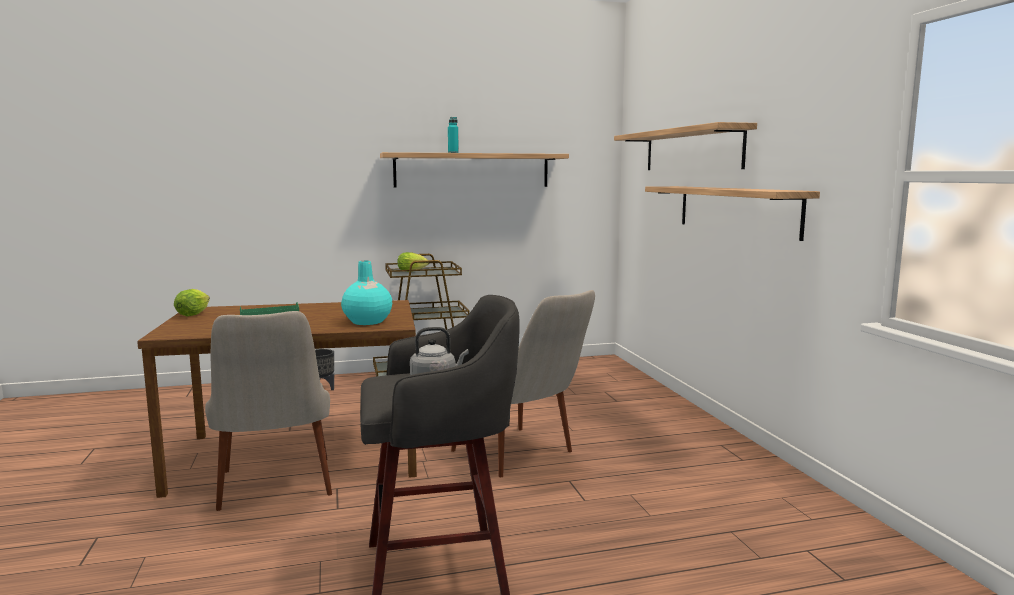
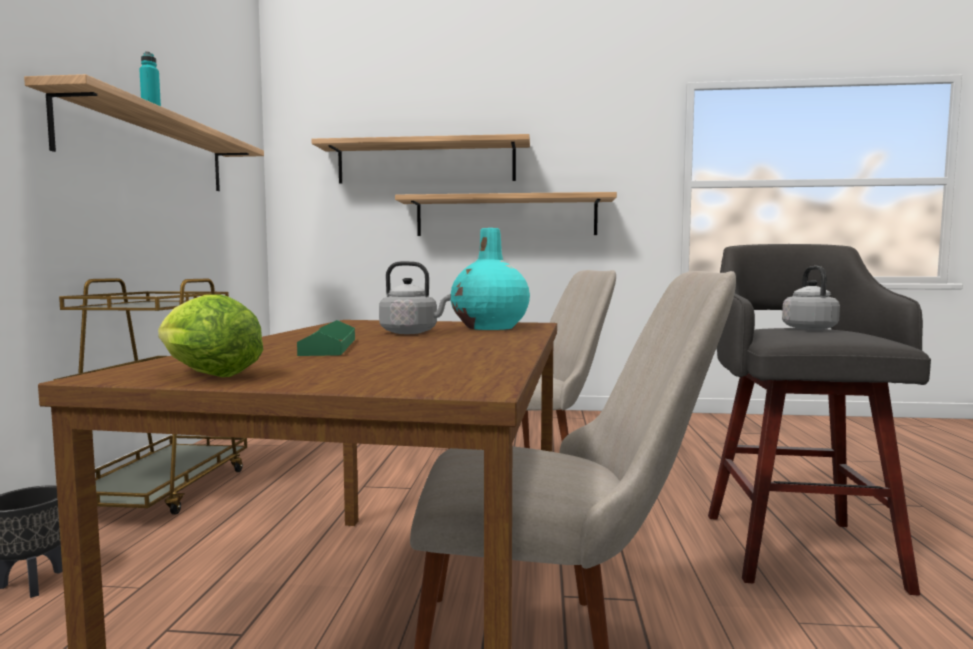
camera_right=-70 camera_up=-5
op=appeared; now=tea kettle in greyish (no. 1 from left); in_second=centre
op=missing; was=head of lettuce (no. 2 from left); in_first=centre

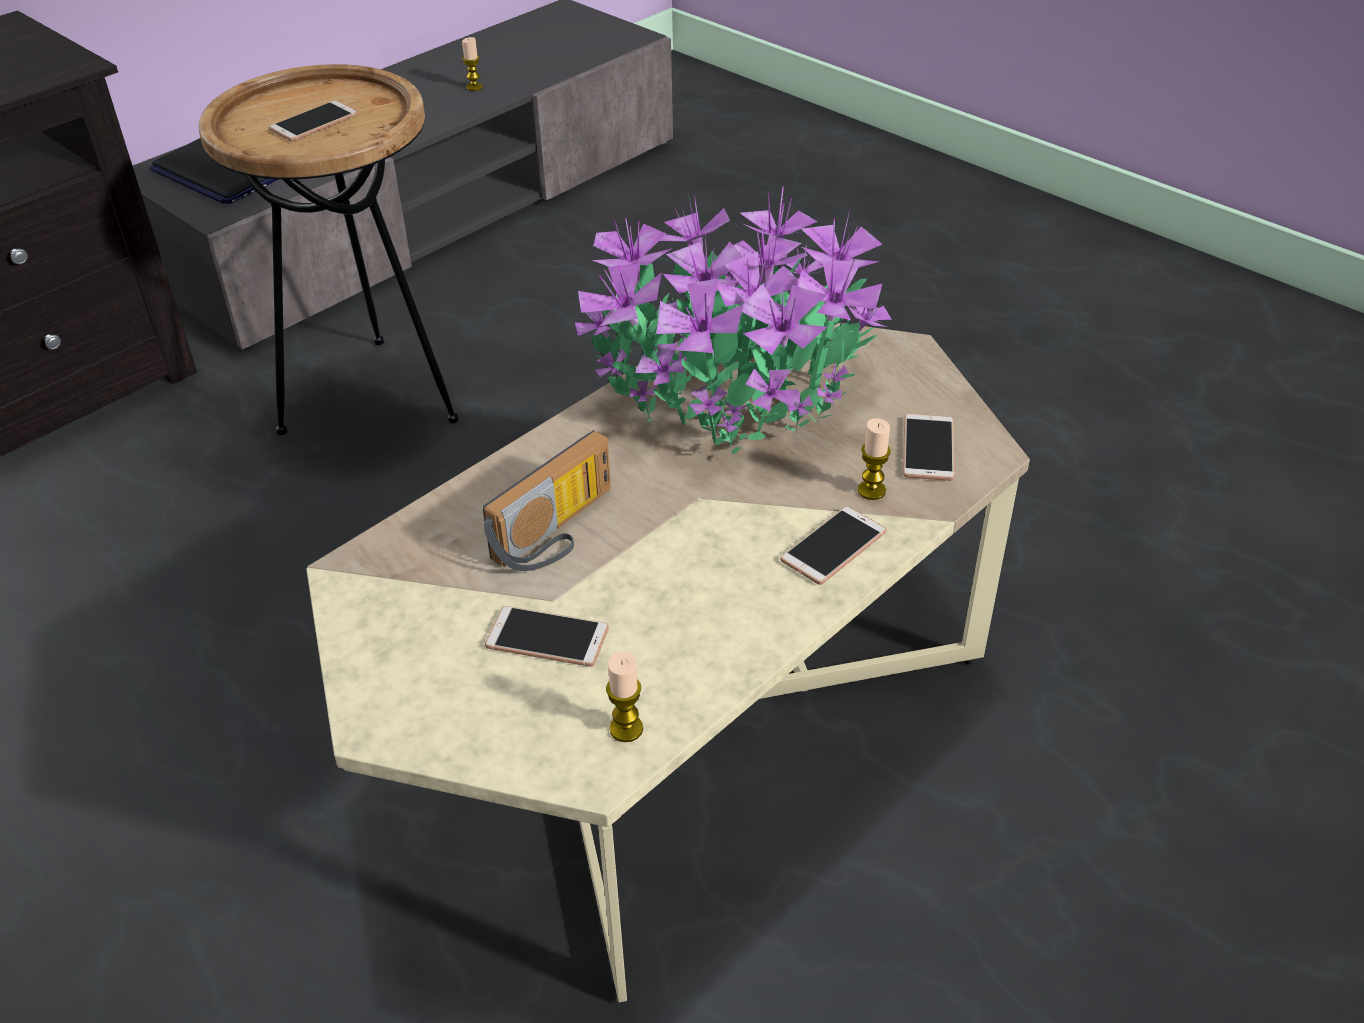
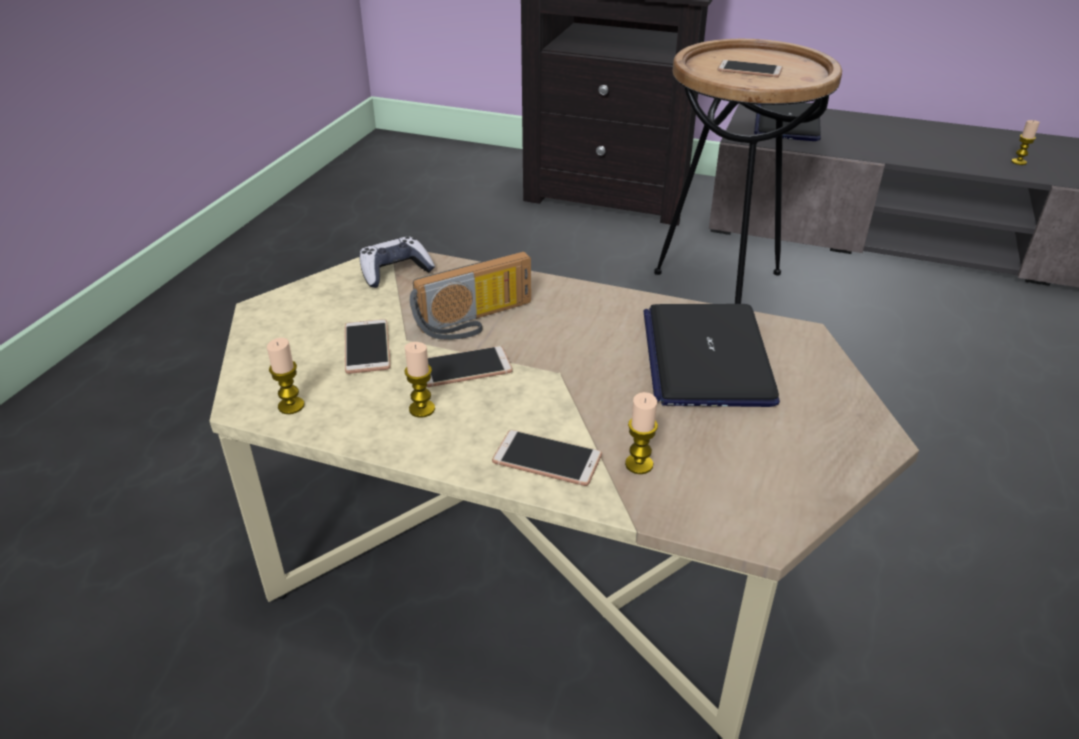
camera_right=65 camera_up=-5
op=appeared; now=joypad; in_second=centre
op=appeared; now=candle (no. 2 from left); in_second=centre
op=spun; was=radio set; in_first=centre; in_second=centre; clockwise=-45
op=relocated; was=phone (no. 4 from left in the first image); now=phone (no. 2 from left); in_first=middle right; in_second=centre
op=exchanged; was=plant in a pot; now=laptop (no. 1 from left); in_first=top centre; in_second=centre

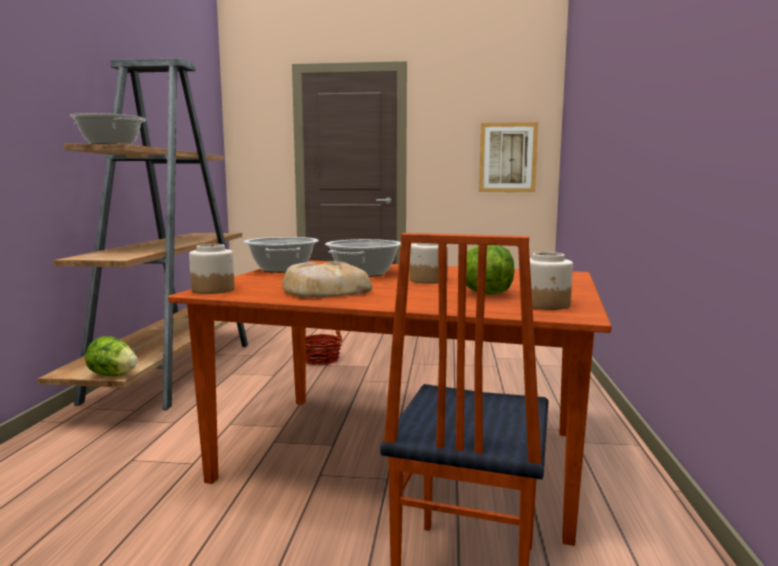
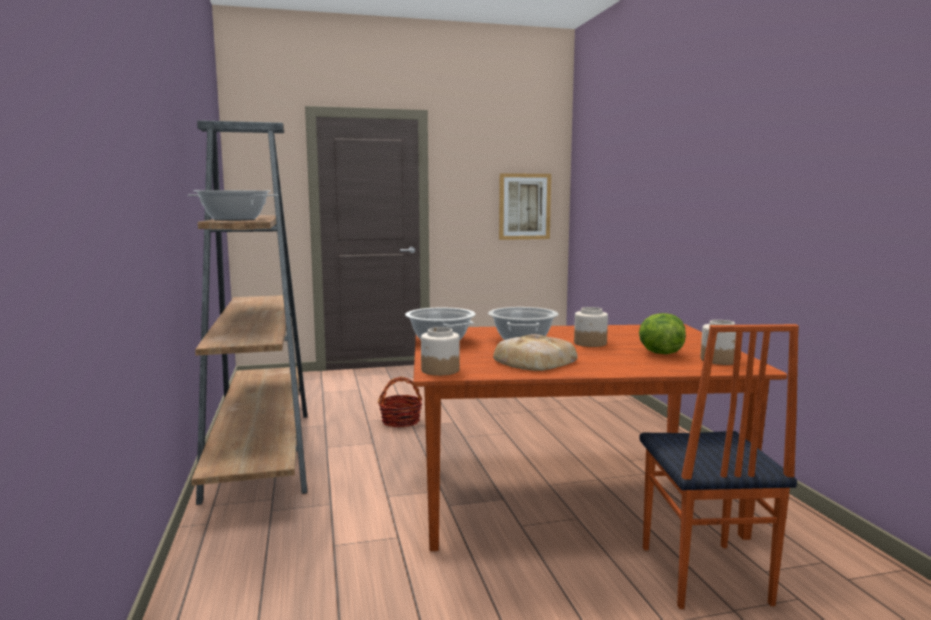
camera_right=-20 camera_up=0
op=missing; was=head of lettuce (no. 1 from left); in_first=middle left

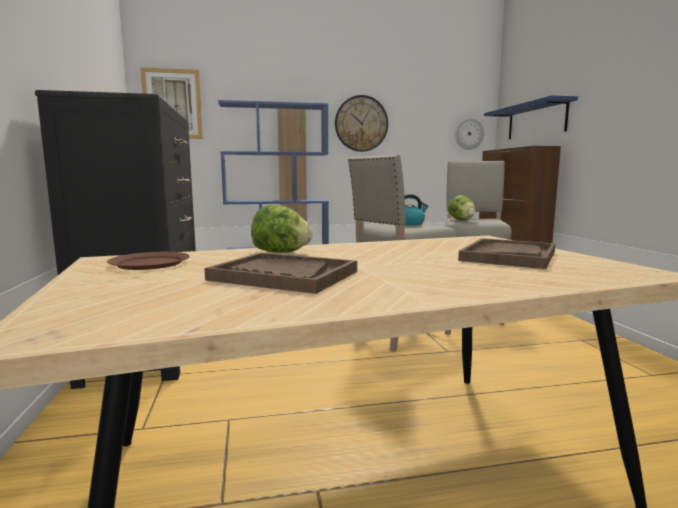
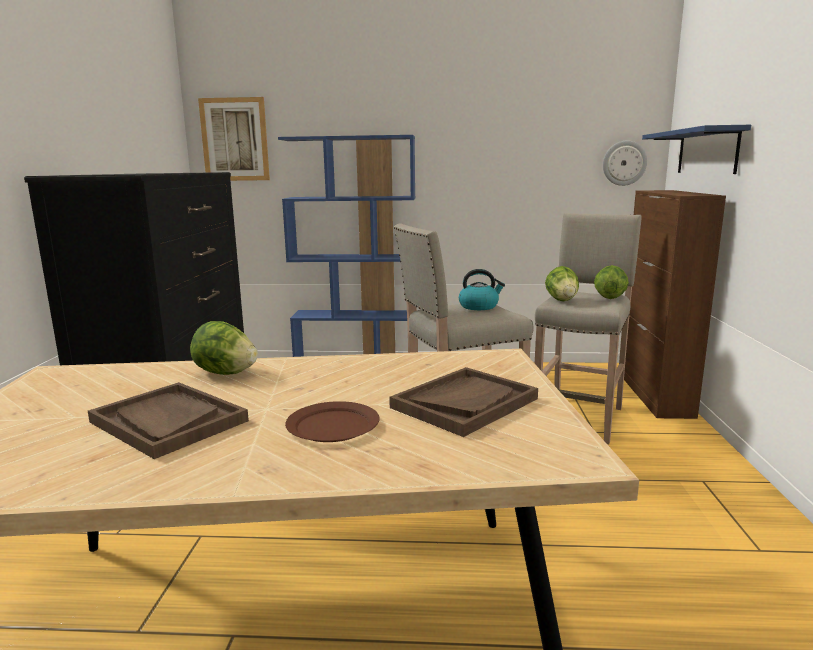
camera_right=15 camera_up=5
op=relocated; was=dinner plate in brown-coloured; in_first=middle left; in_second=centre
op=appeared; now=head of lettuce (no. 3 from left); in_second=middle right
op=missing; was=clock on the wall (no. 1 from left); in_first=top centre

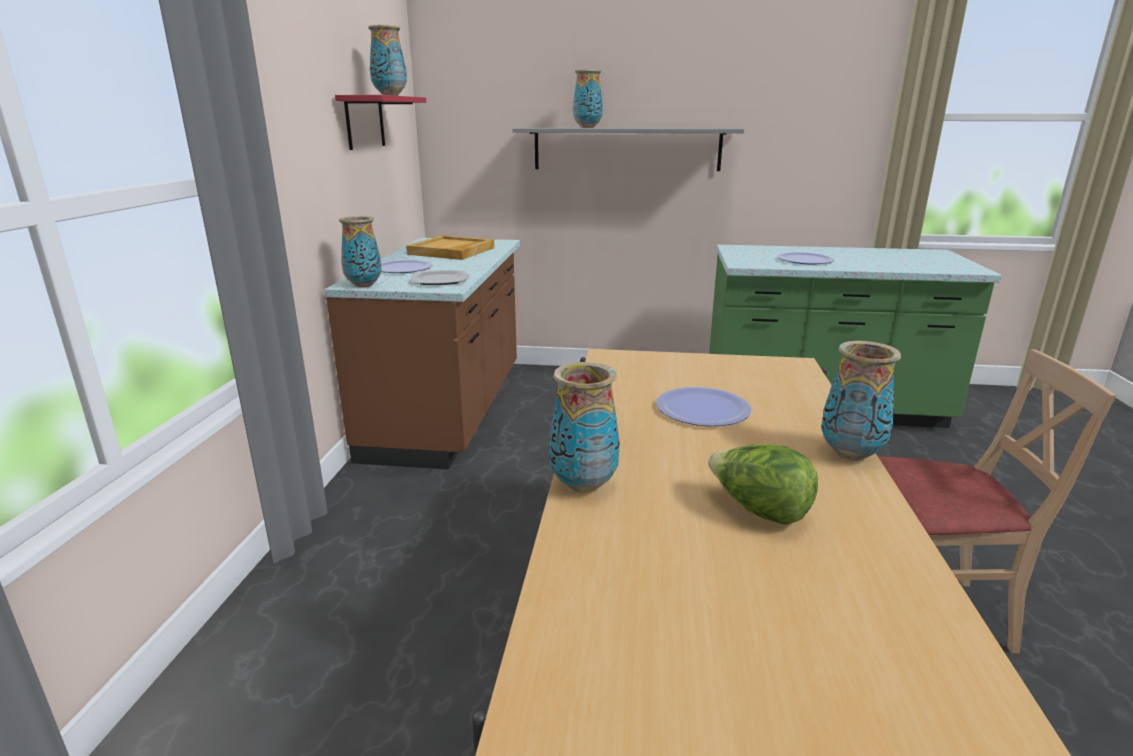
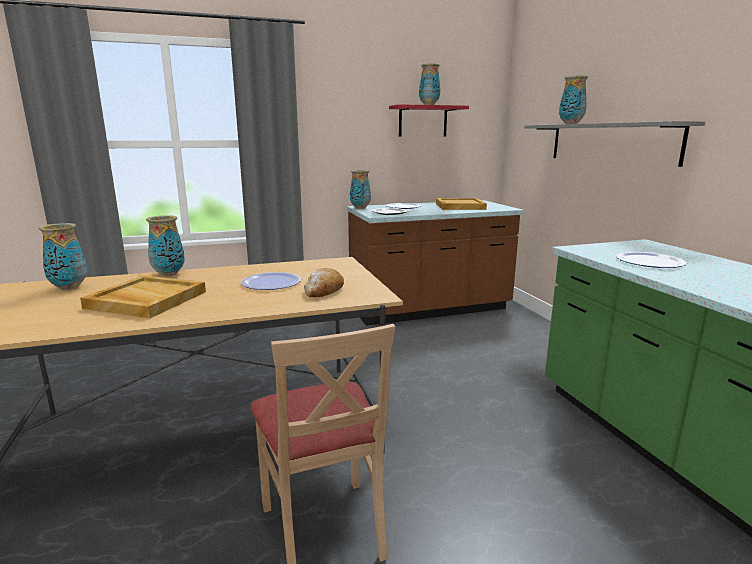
camera_right=65 camera_up=-5
op=relocated; was=decorative vase (no. 5 from left in the first image); now=decorative vase (no. 1 from left); in_first=middle right; in_second=middle left
op=exchanged; was=head of lettuce; now=carrying tray in beige-coloured (no. 1 from left); in_first=middle right; in_second=middle left
op=appeared; now=bread; in_second=centre

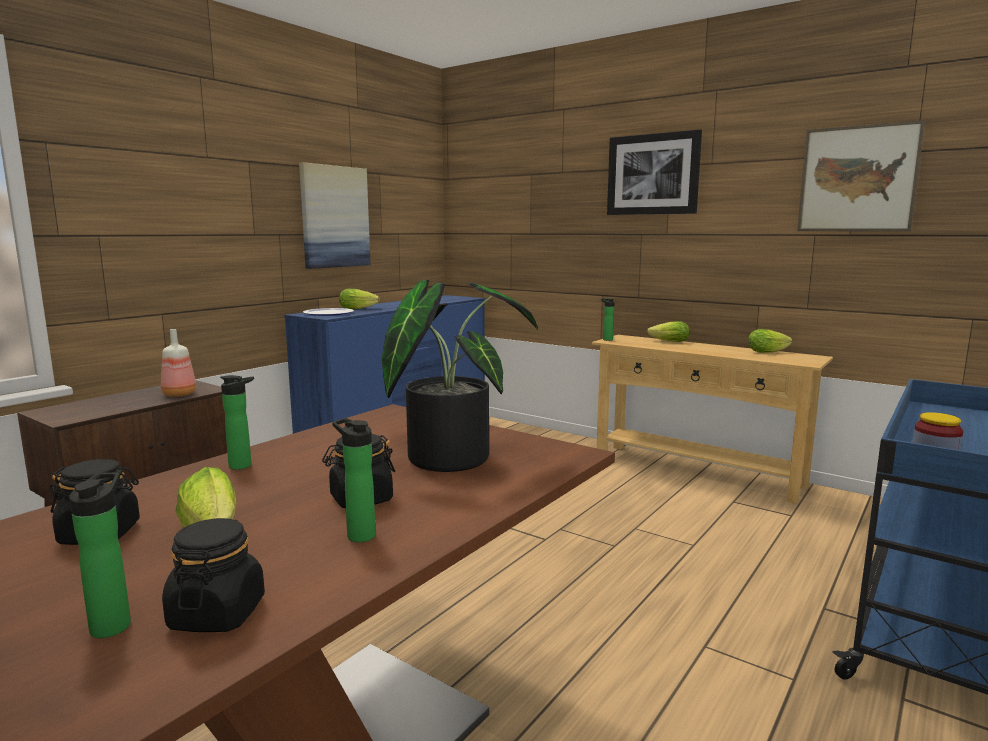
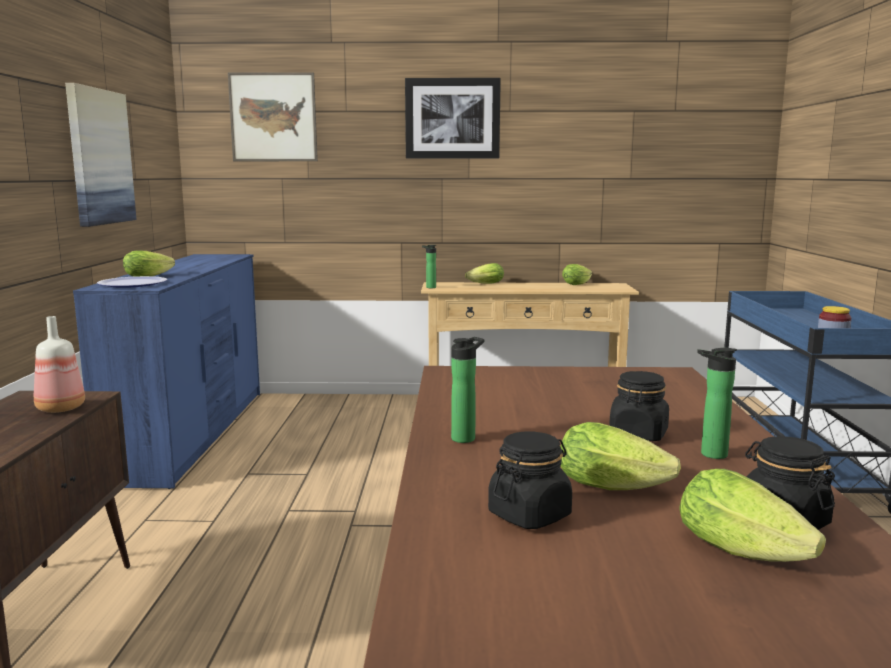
camera_right=-35 camera_up=0
op=relocated; was=wall picture (no. 3 from left in the first image); now=wall picture (no. 2 from left); in_first=top right; in_second=top left
op=exchanged; was=bottle (no. 1 from left); now=head of lettuce (no. 5 from left); in_first=bottom left; in_second=bottom right
op=missing; was=plant in a pot; in_first=centre

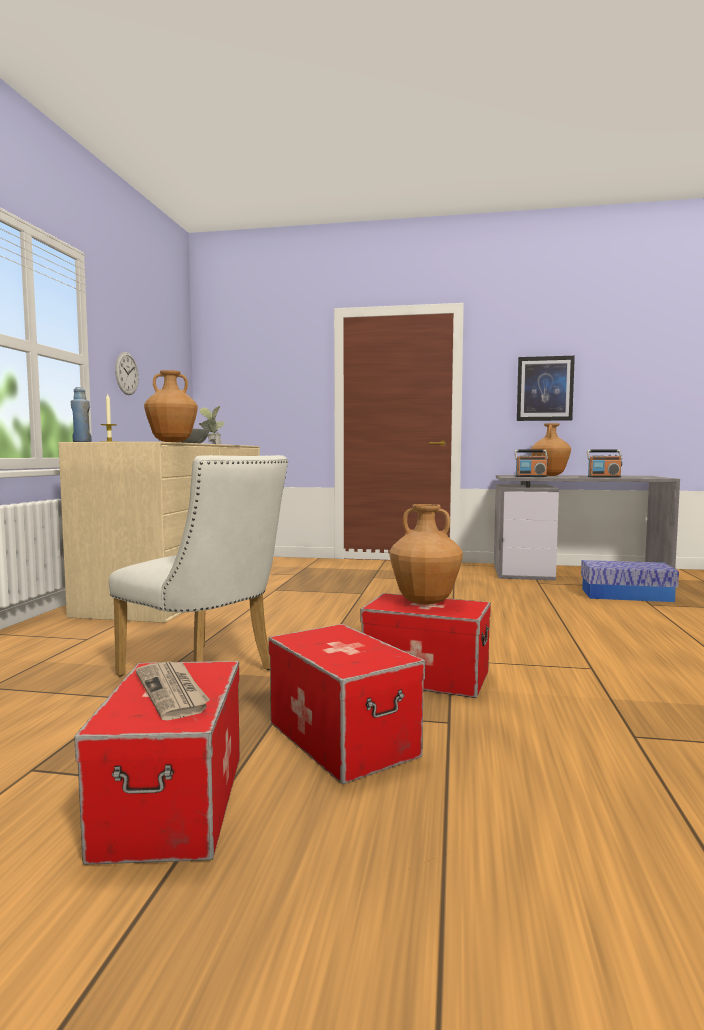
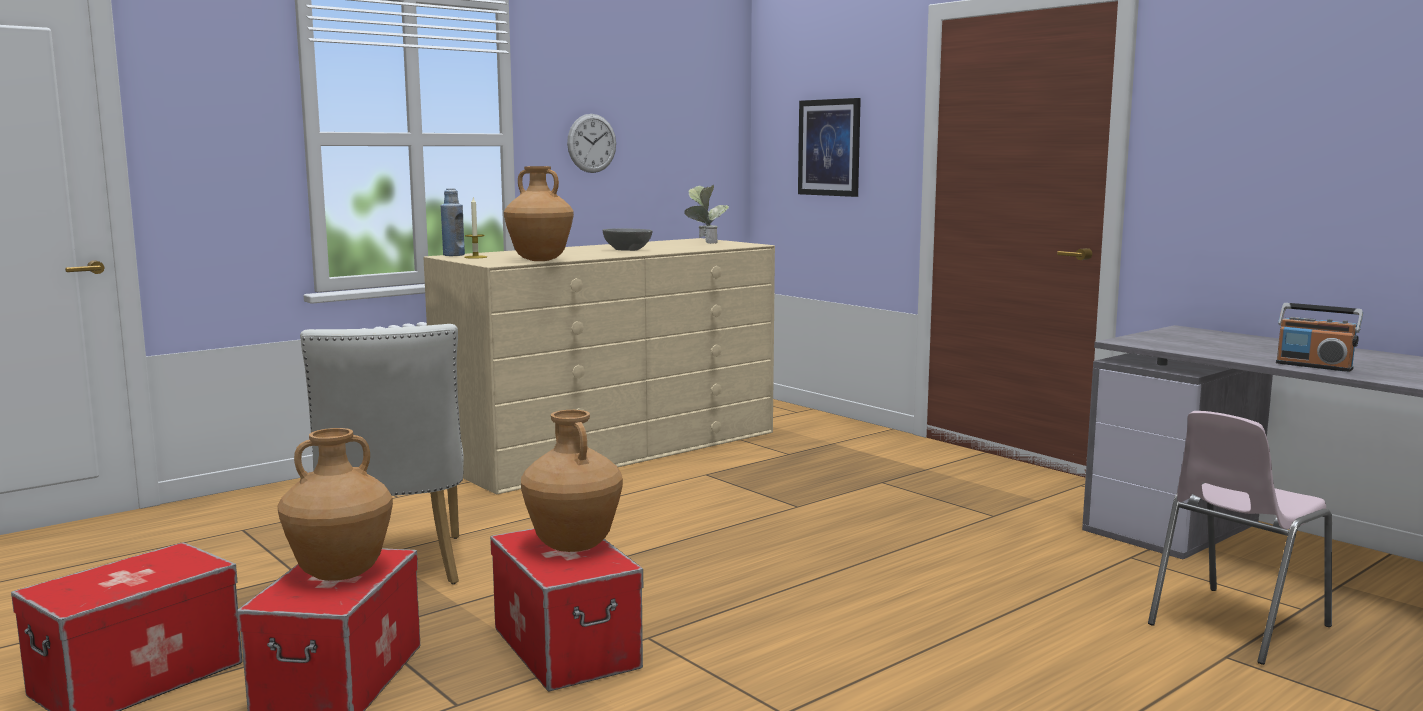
camera_right=40 camera_up=5
op=relocated; was=decorative vase in brown-coloured (no. 3 from left in the first image); now=decorative vase in brown-coloured (no. 1 from left); in_first=middle right; in_second=bottom left
op=relocated; was=wall picture; in_first=middle right; in_second=top centre
op=exchanged; was=storage bin (no. 4 from left); now=chair in pink; in_first=middle right; in_second=bottom right
op=missing; was=printed paper; in_first=bottom left
op=missing; was=radio set (no. 1 from left); in_first=middle right

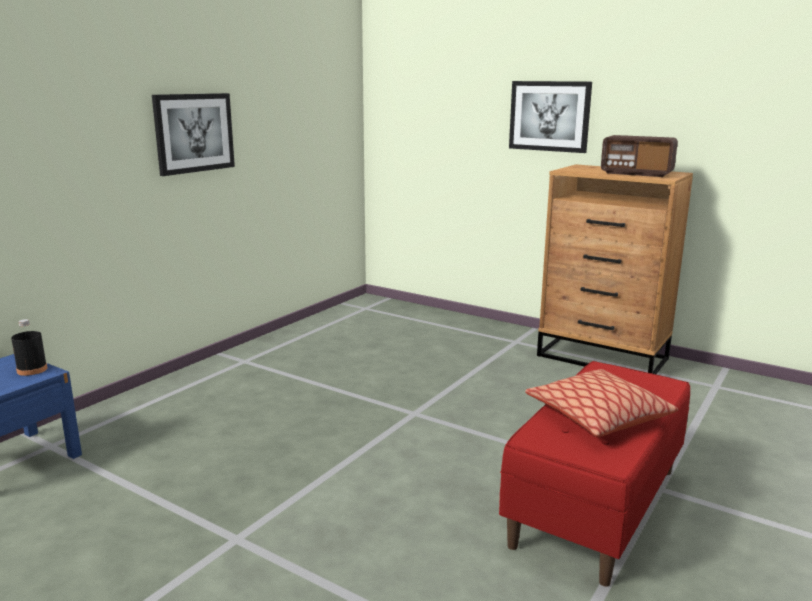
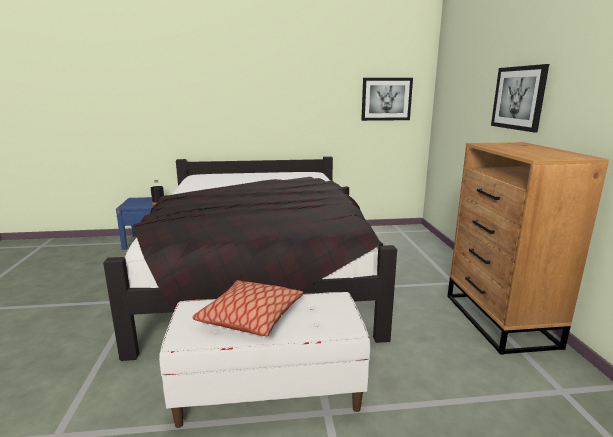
camera_right=50 camera_up=0
op=appeared; now=sleeping bed in black-coloured; in_second=centre
op=colour; was=long seat in red; now=long seat in whitish; in_first=bottom right; in_second=bottom centre
op=relocated; was=wall picture (no. 1 from left); in_first=top left; in_second=top centre
op=missing; was=radio set; in_first=top right

